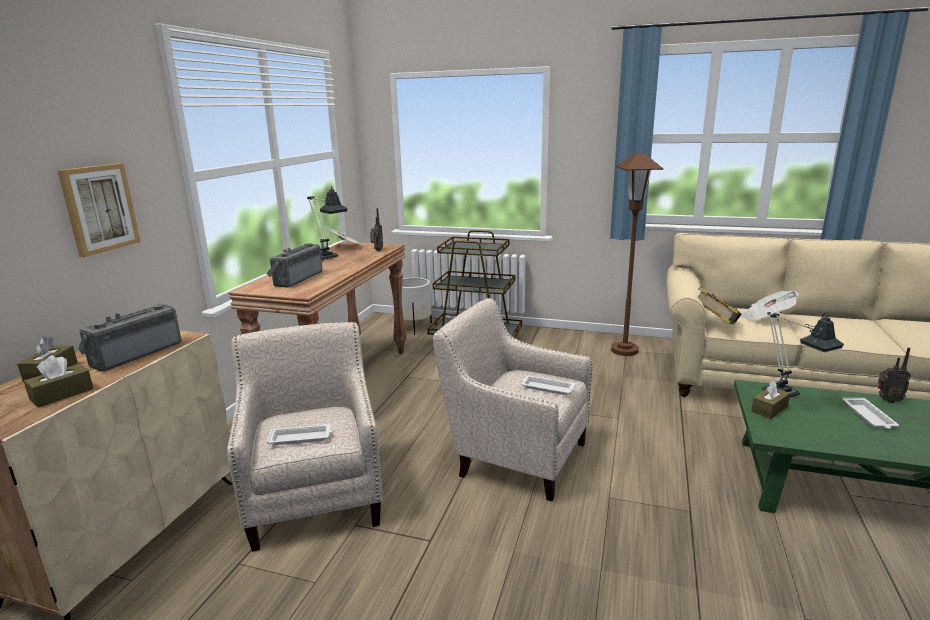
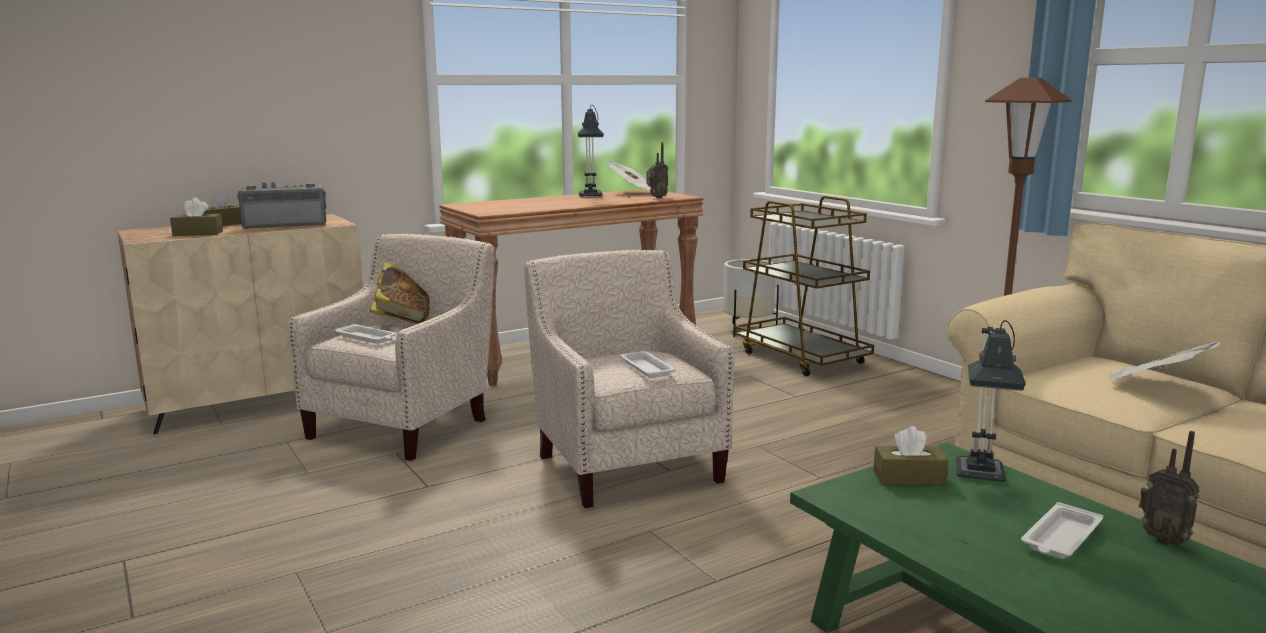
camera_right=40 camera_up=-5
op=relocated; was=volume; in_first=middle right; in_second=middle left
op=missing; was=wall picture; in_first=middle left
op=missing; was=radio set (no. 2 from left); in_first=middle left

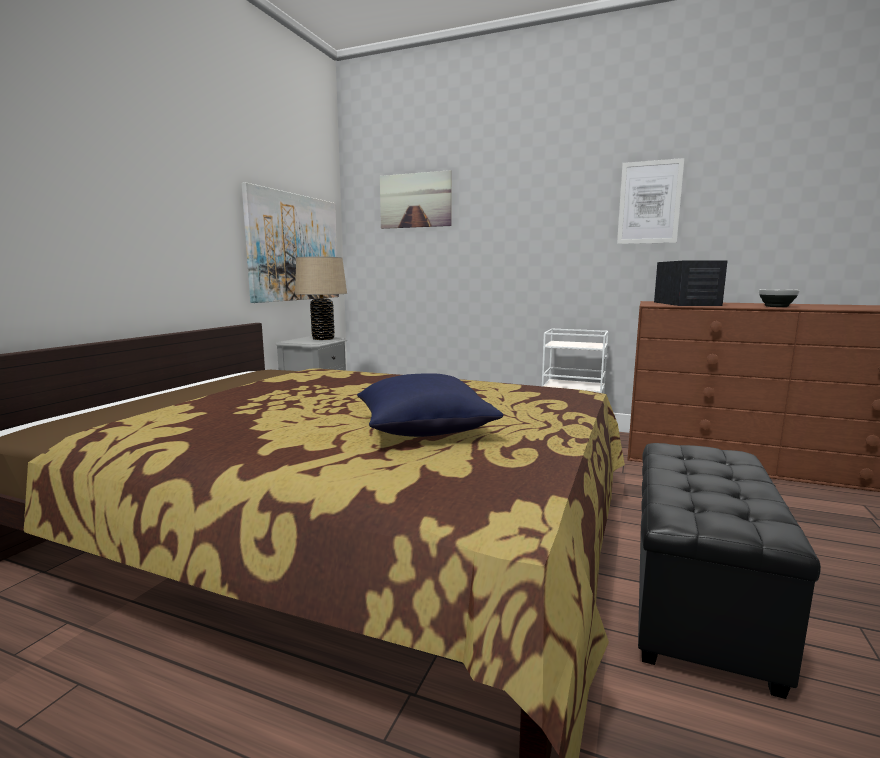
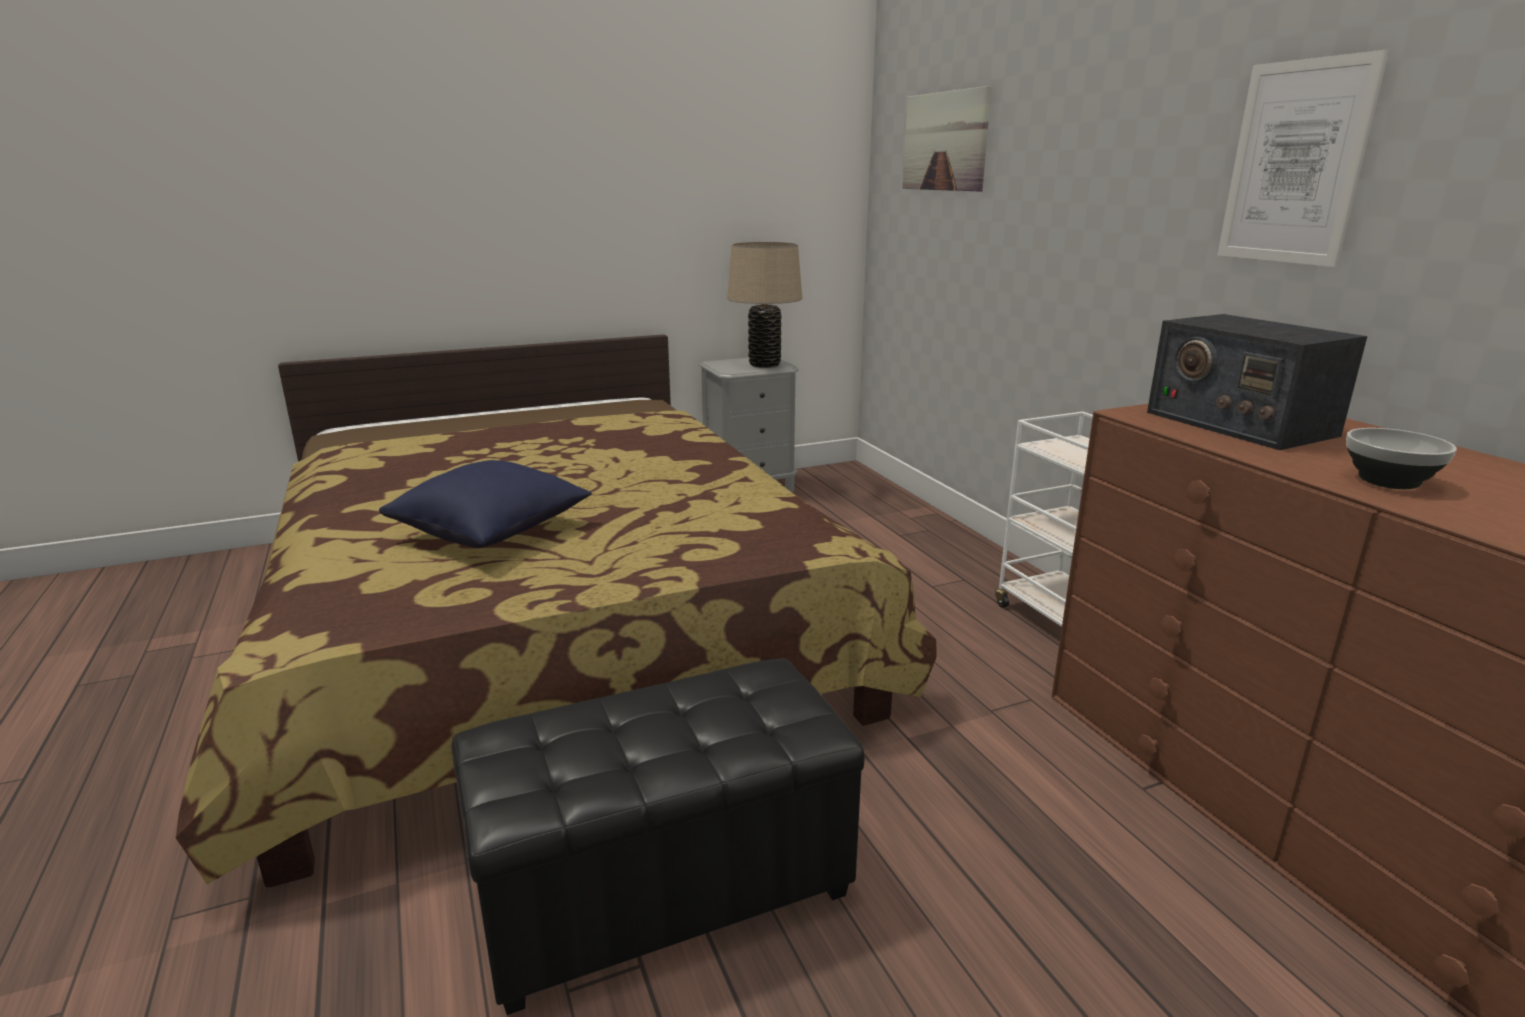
camera_right=45 camera_up=10
op=spun; was=radio set; in_first=middle right; in_second=middle right; clockwise=105
op=missing; was=wall picture (no. 1 from left); in_first=top left

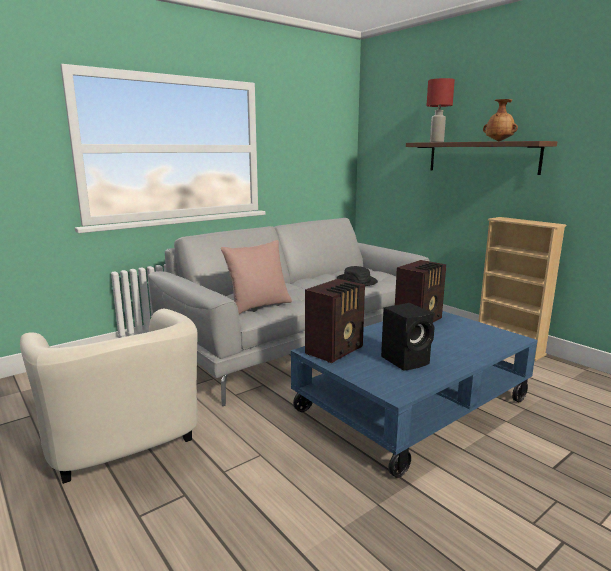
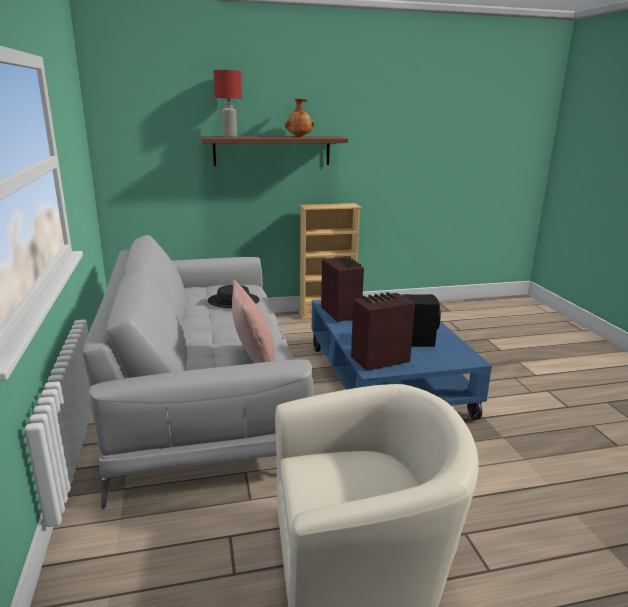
camera_right=-65 camera_up=5
op=spun; was=radio set (no. 1 from left in the first image); in_first=centre; in_second=centre; clockwise=-90

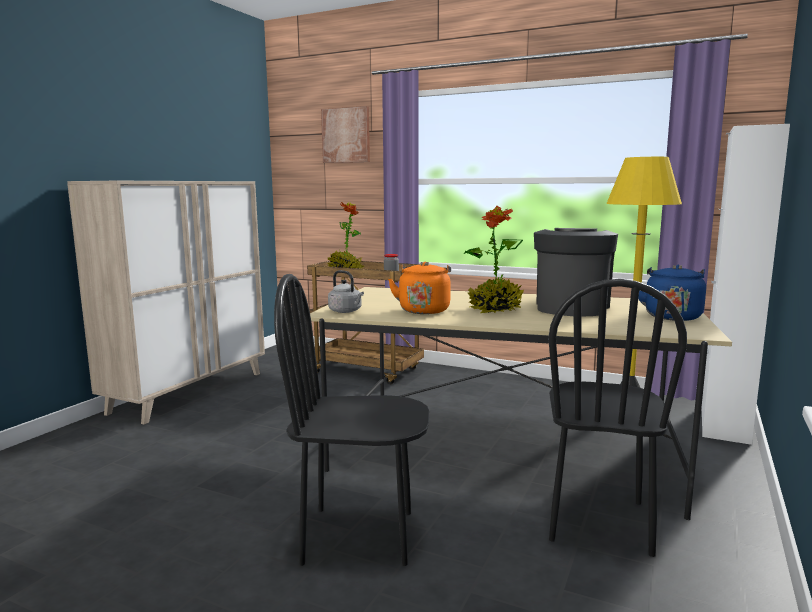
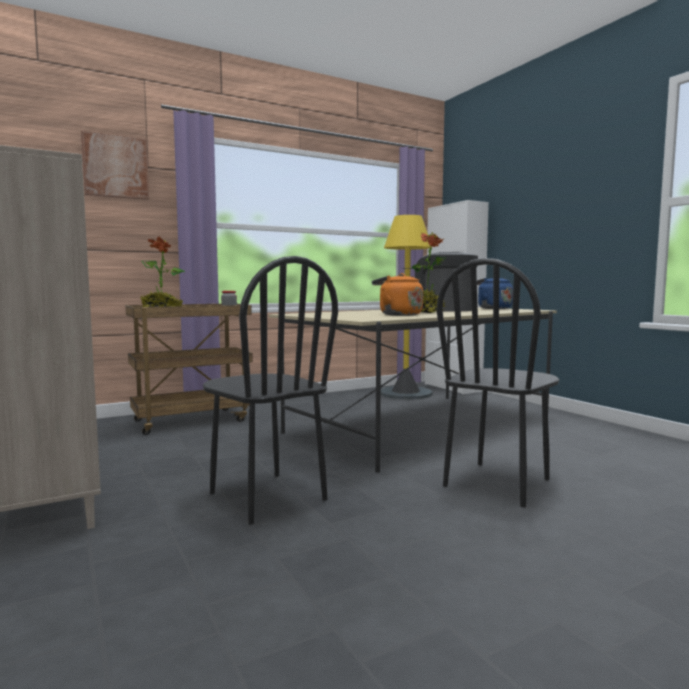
camera_right=-55 camera_up=-5
op=relocated; was=chair in black-coloured (no. 2 from left in the first image); now=chair in black-coloured (no. 1 from left); in_first=bottom right; in_second=centre
op=missing; was=tea kettle in greyish; in_first=centre

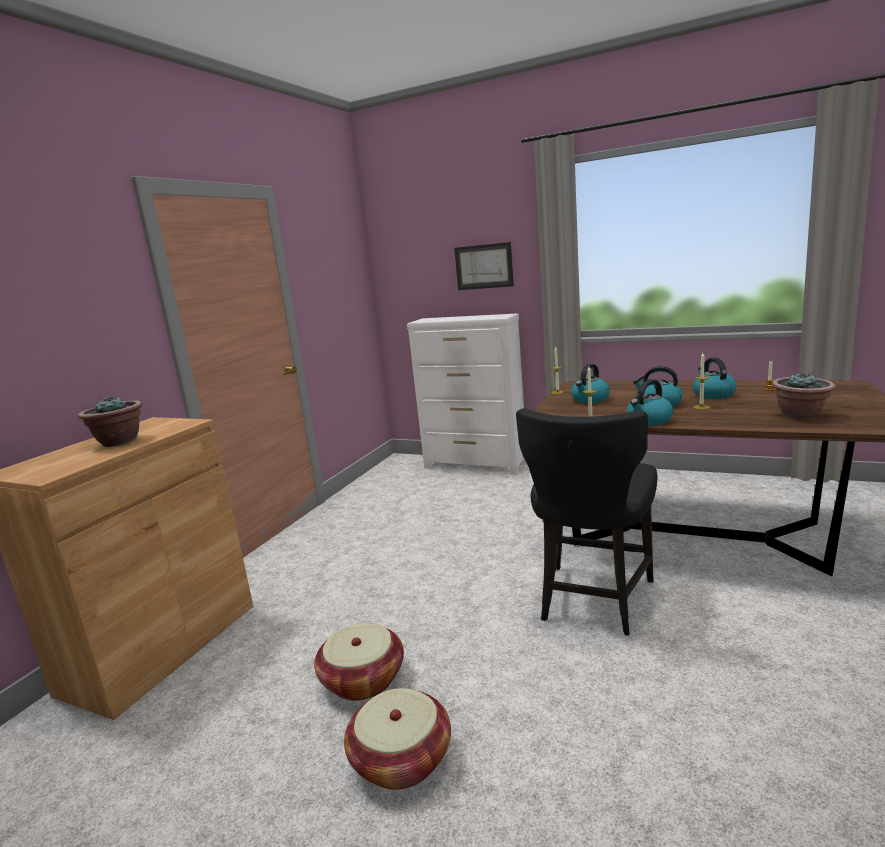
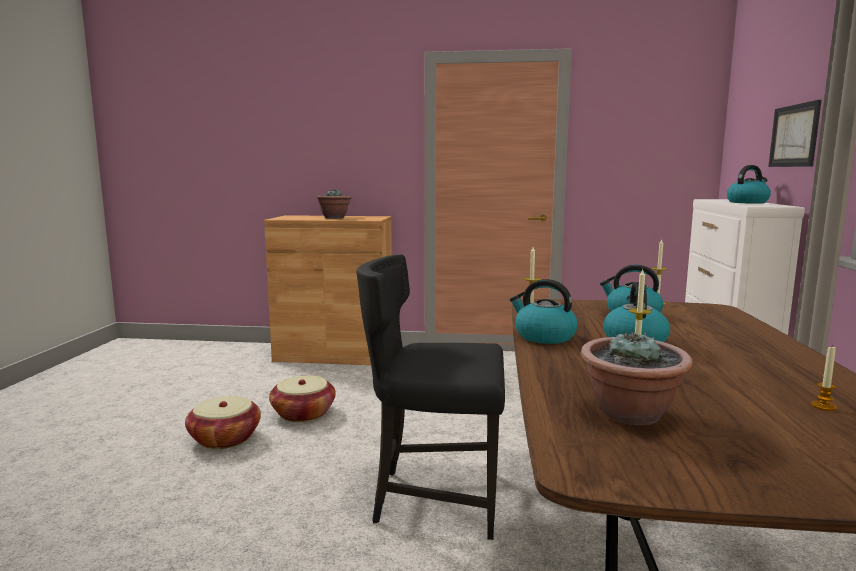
camera_right=70 camera_up=-5
op=relocated; was=tea kettle (no. 4 from left); in_first=middle right; in_second=top right

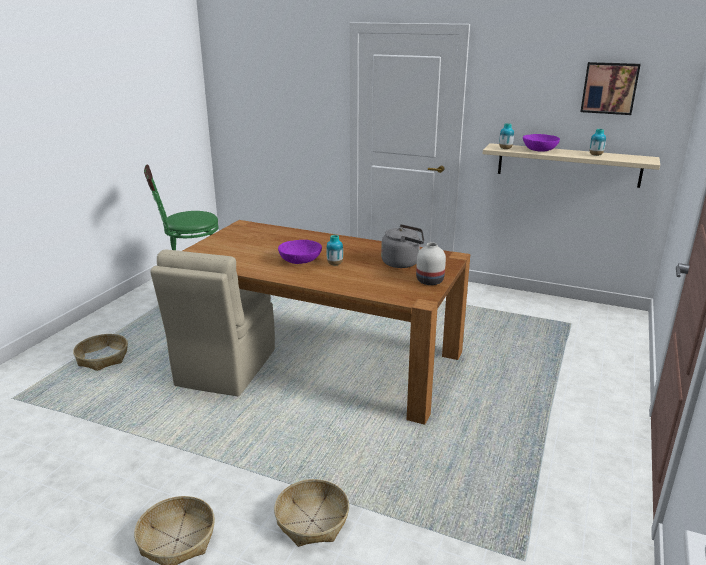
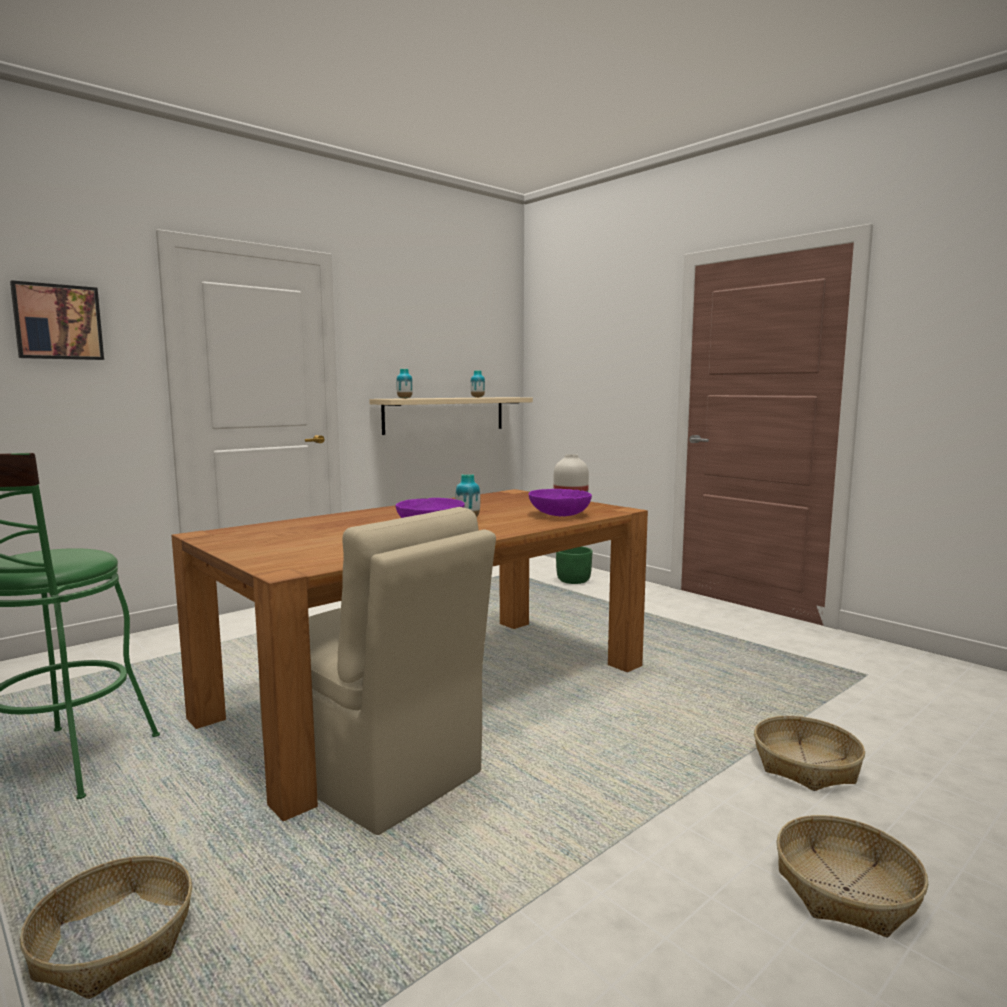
camera_right=-65 camera_up=-15
op=relocated; was=wall picture; in_first=top right; in_second=top left
op=relocated; was=bowl in purple-coloured (no. 2 from left); in_first=top right; in_second=centre
op=appeared; now=flower pot in green; in_second=centre
op=missing; was=tea kettle in greyish; in_first=centre

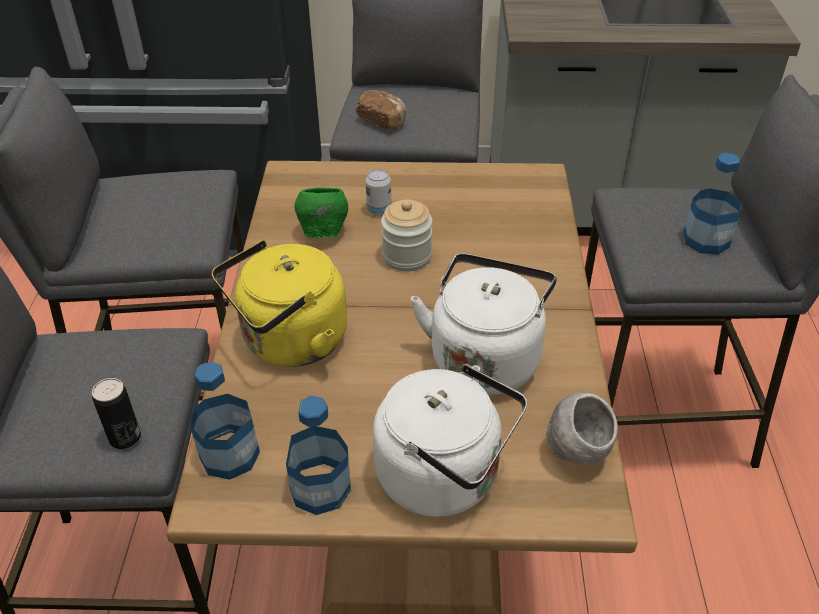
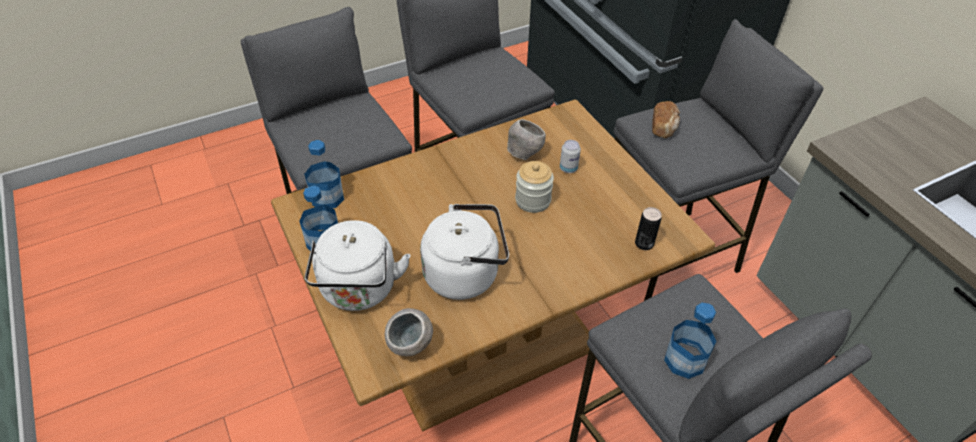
camera_right=60 camera_up=5
op=colour; was=bowl in green; now=bowl in greyish (no. 2 from left); in_first=centre; in_second=top centre
op=relocated; was=metal can (no. 1 from left in the first image); now=metal can (no. 2 from left); in_first=bottom left; in_second=centre
op=missing; was=tea kettle in yellowish; in_first=centre

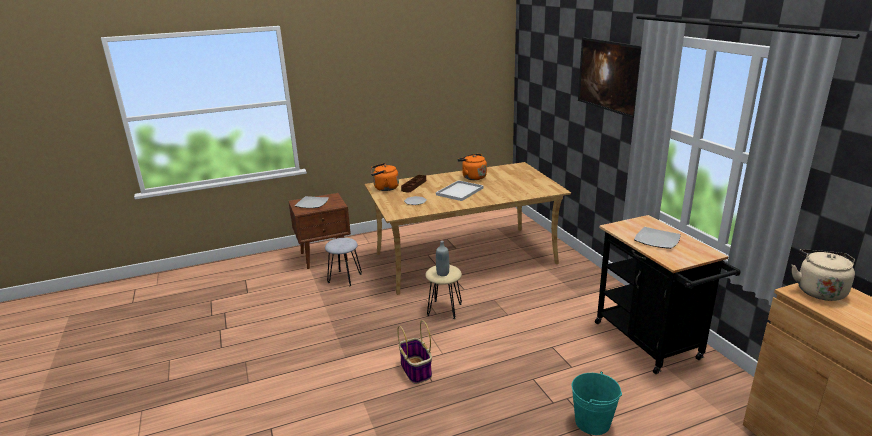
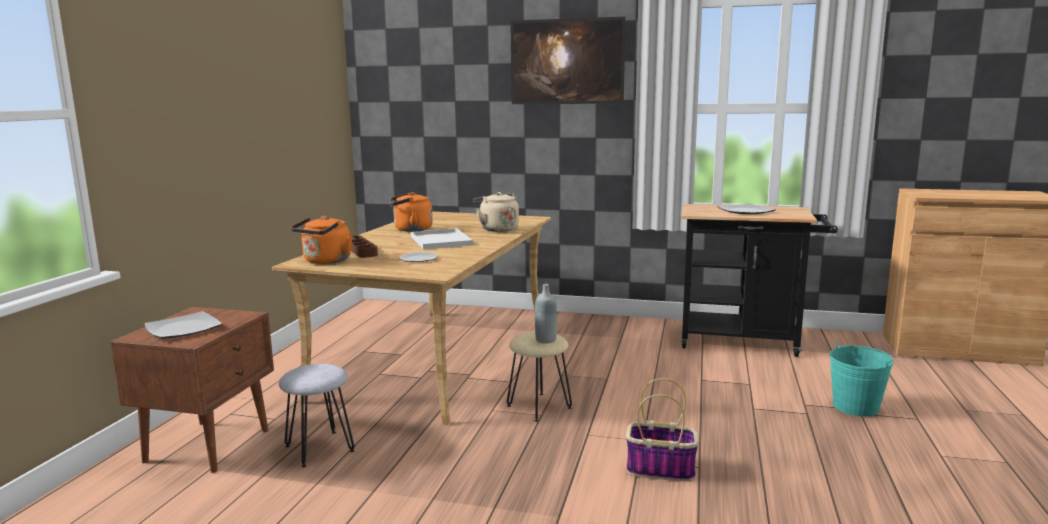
camera_right=-55 camera_up=-10
op=relocated; was=tea kettle in beige-coloured; in_first=middle right; in_second=centre

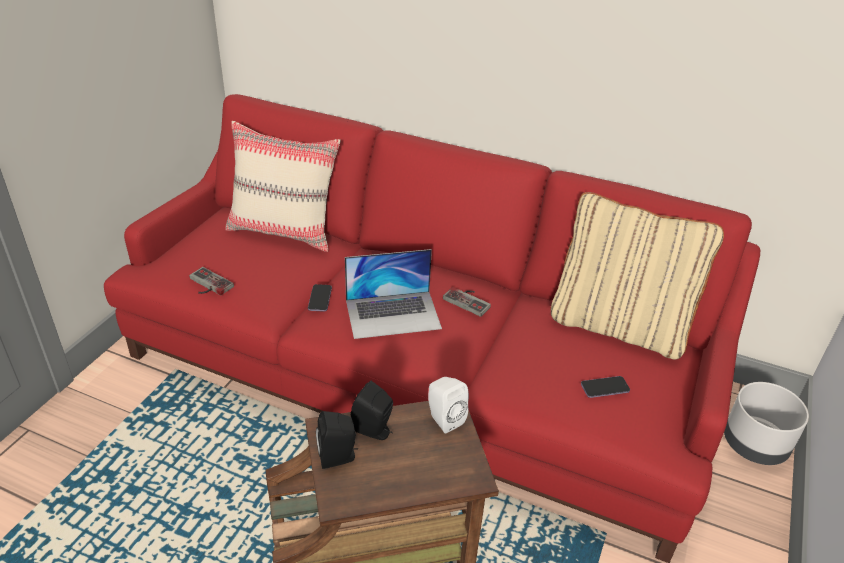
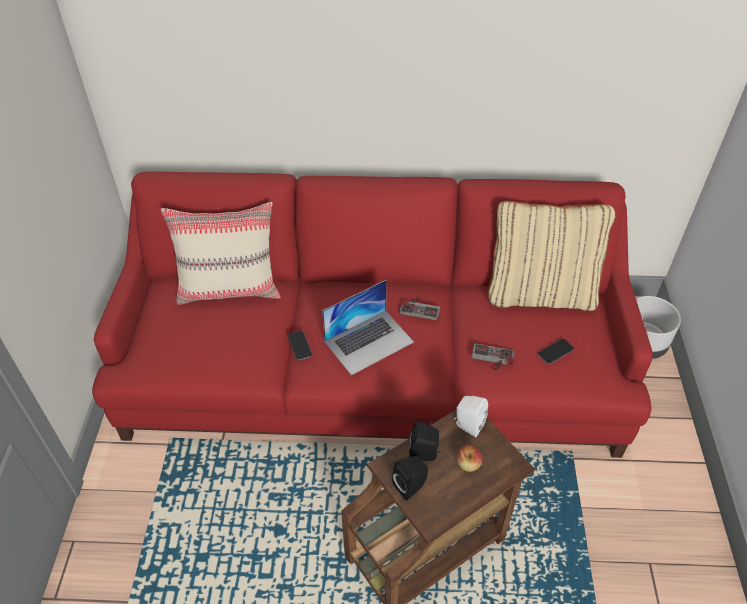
camera_right=-20 camera_up=10
op=appeared; now=whole apple; in_second=bottom centre
op=relocated; was=joypad (no. 1 from left in the first image); now=joypad (no. 2 from left); in_first=middle left; in_second=centre

